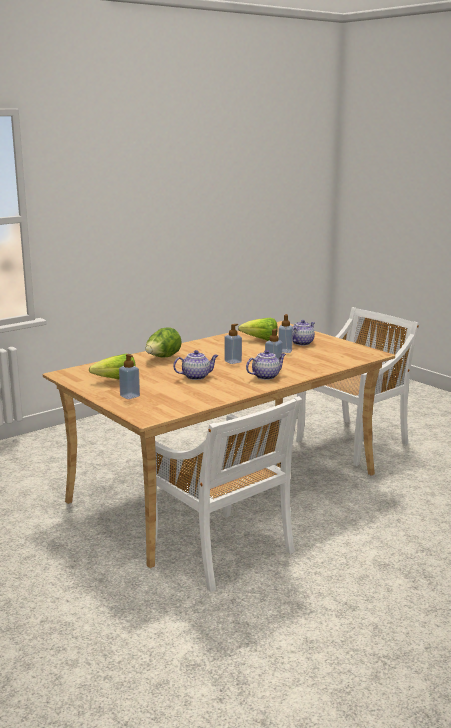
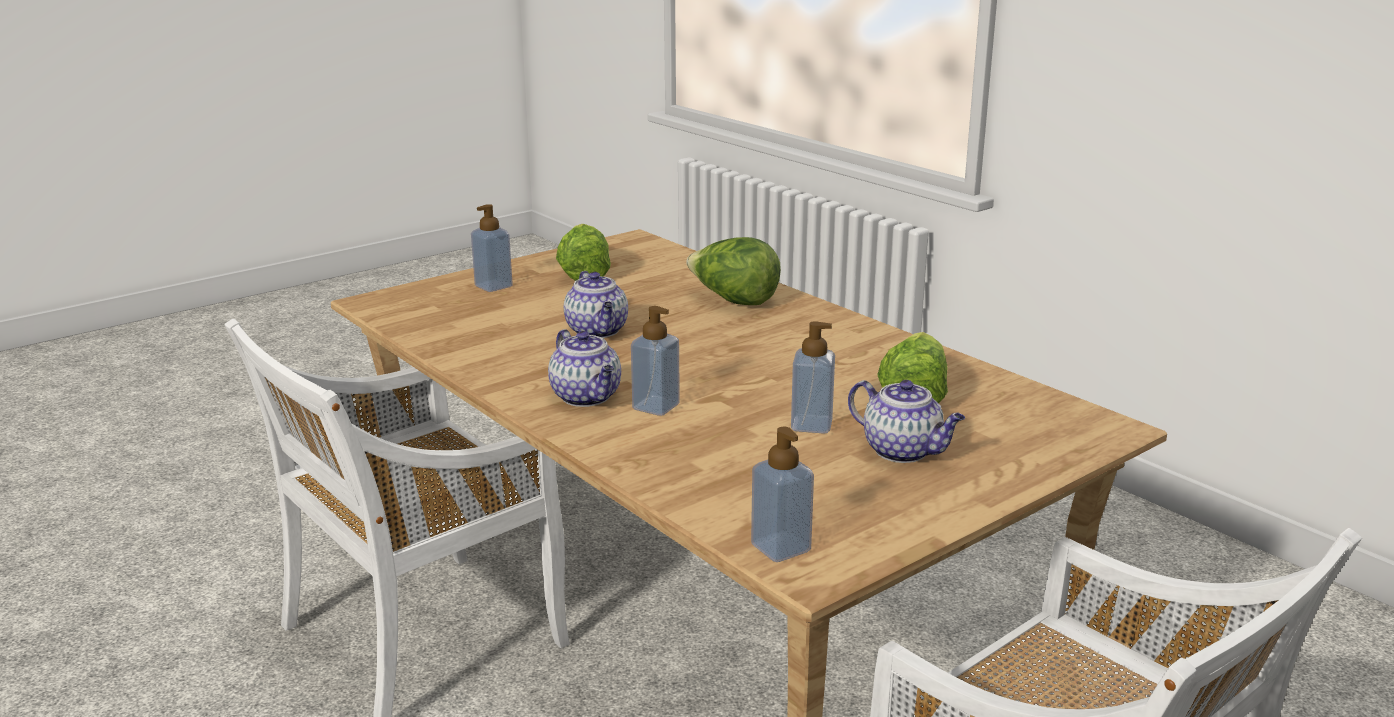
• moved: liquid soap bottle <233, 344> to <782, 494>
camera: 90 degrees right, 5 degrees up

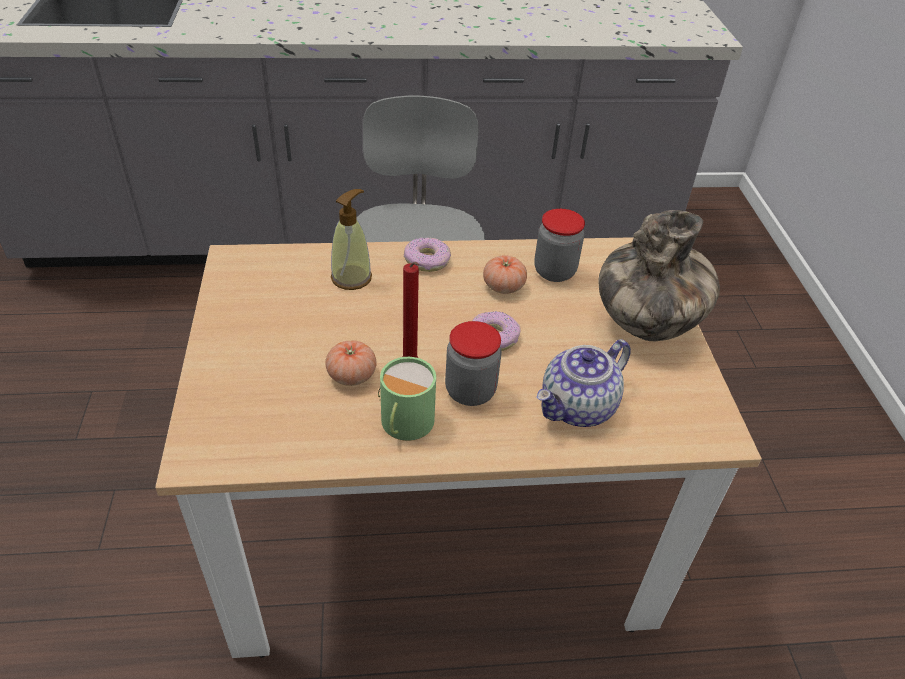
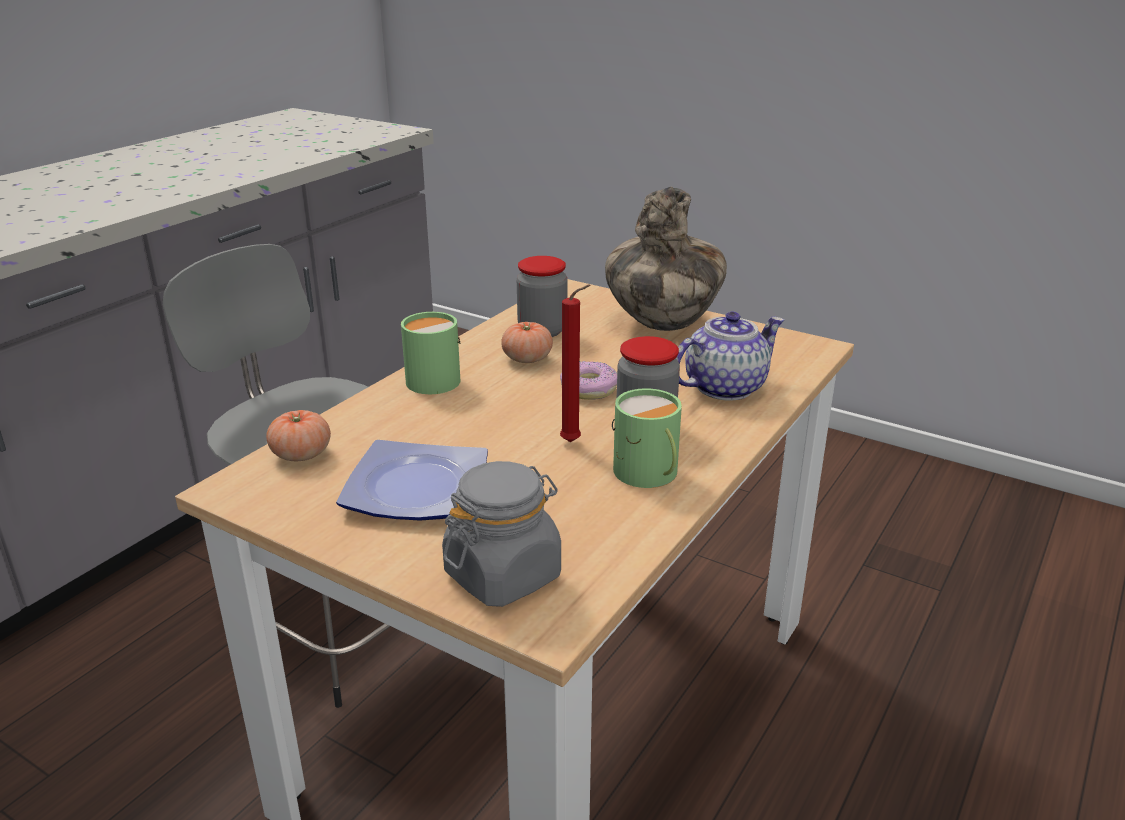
• moved: whole tomato <351, 363> to <298, 435>
• added: plate <412, 480>
• replaced: ring doughnut <427, 255> to greenish mug <430, 353>
• added: gray jar <501, 534>
• turned: tea pot <584, 383> = <730, 355> 120 degrees counterclockwise
• removed: liquid soap bottle <351, 239>
camera: 50 degrees left, 15 degrees down

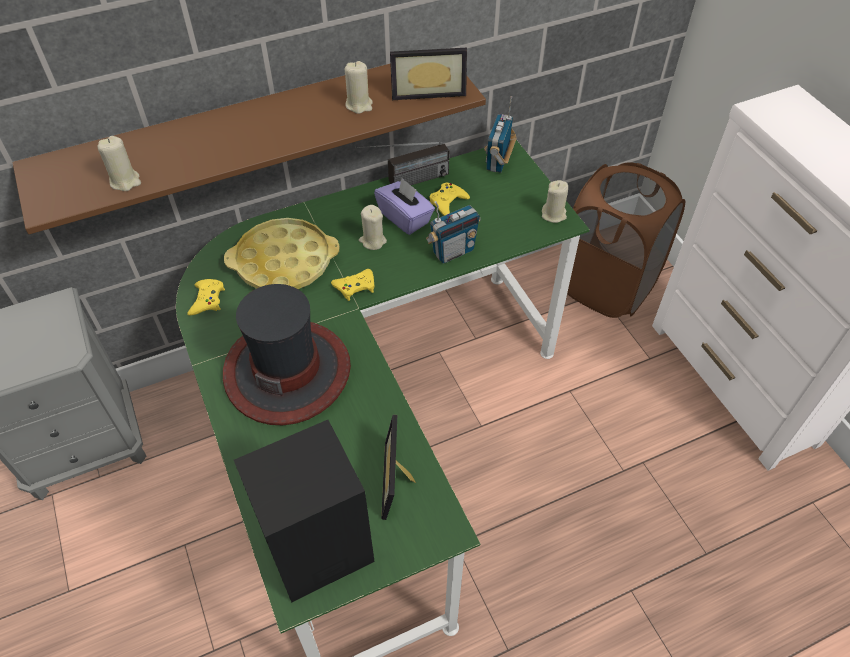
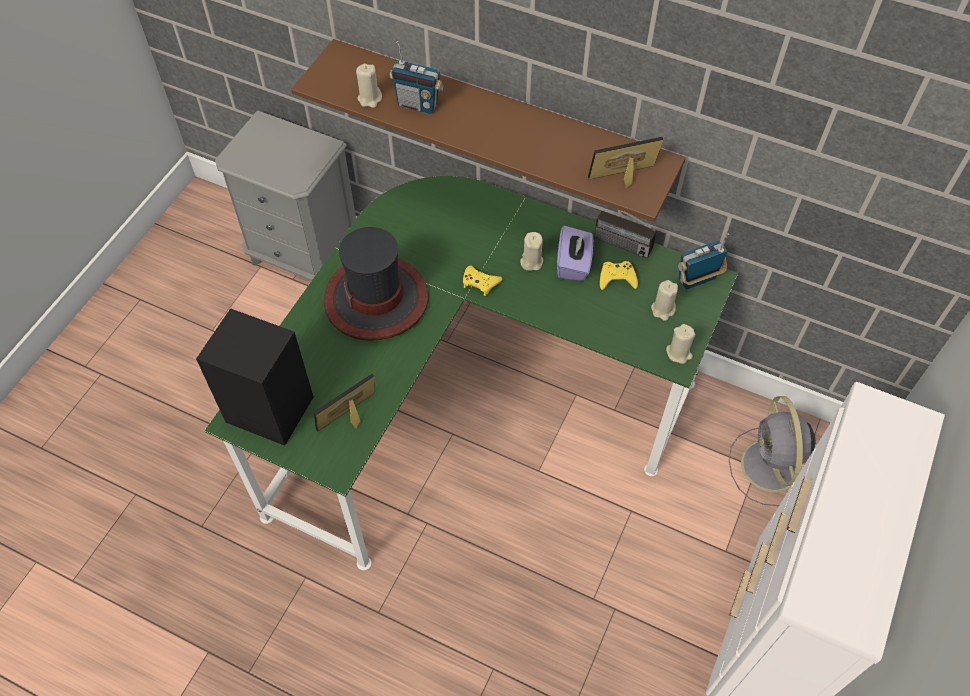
• moved: radio receiver <453, 232> to <417, 77>
• turned: picture frame <428, 74> = <625, 162> 120 degrees clockwise
• moved: beige candle <359, 87> to <664, 300>
• replaced: brownish washing basket <626, 240> to gray fan <772, 451>
• removed: yellow gamepad <206, 297>
• removed: yellow carrying tray <281, 253>
camera: 50 degrees right, 5 degrees up

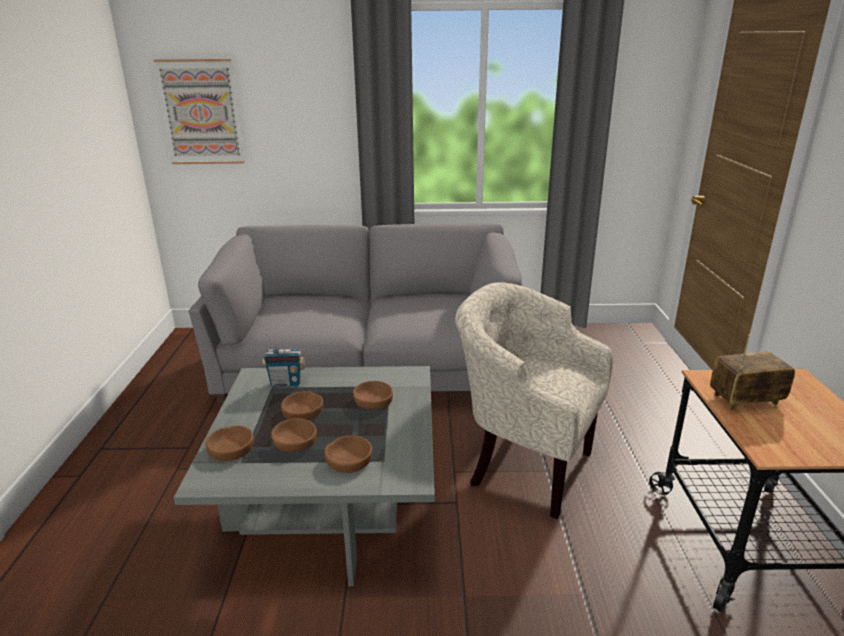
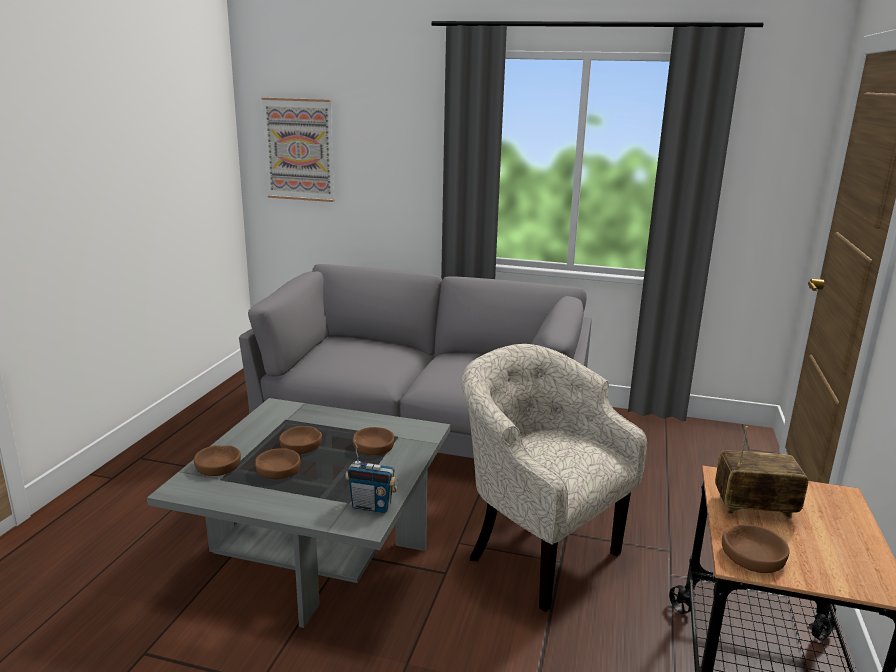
• moved: radio receiver <283, 360> to <371, 477>
• moved: brownish deep dish <348, 454> to <756, 548>
camera: 15 degrees right, 5 degrees down

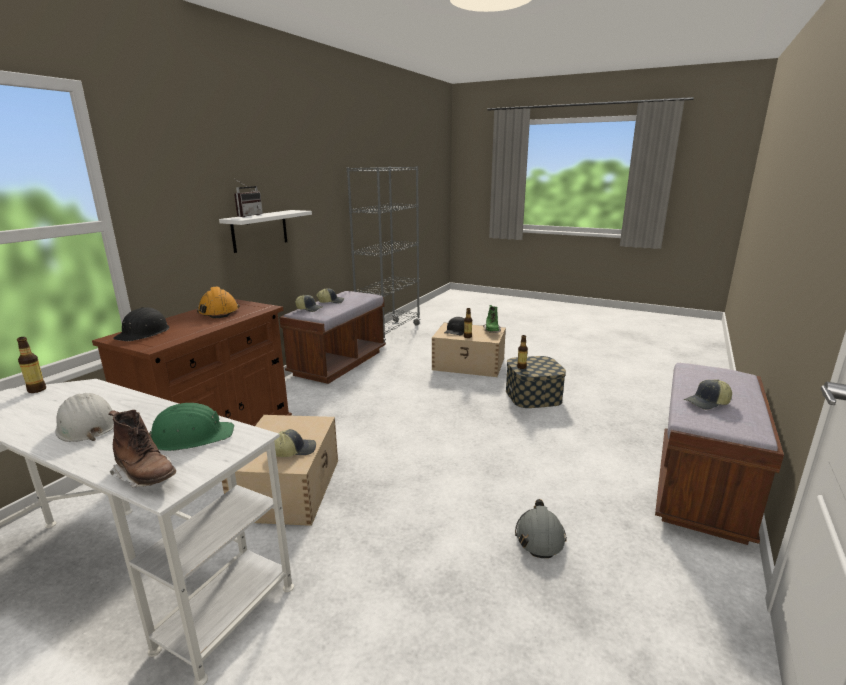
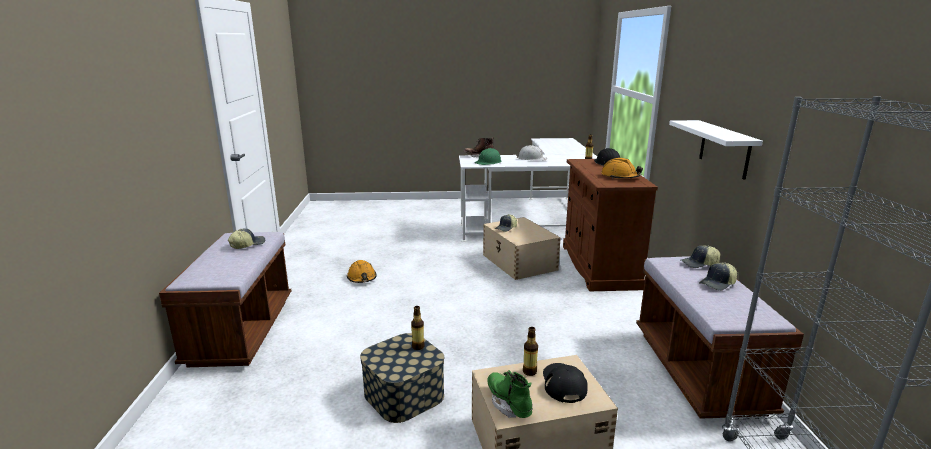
• recoloured: gray work helmet <541, 528> to orange work helmet <362, 271>
• removed: radio receiver <248, 198>
camera: 150 degrees right, 0 degrees up

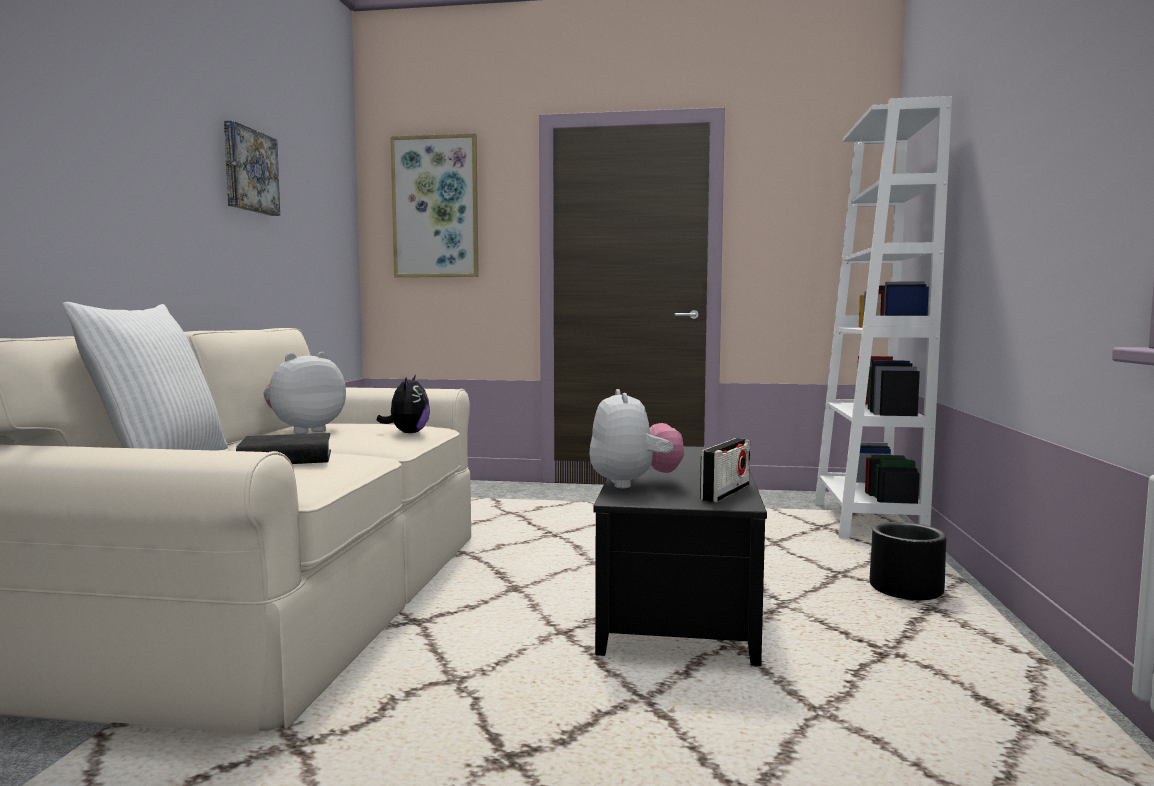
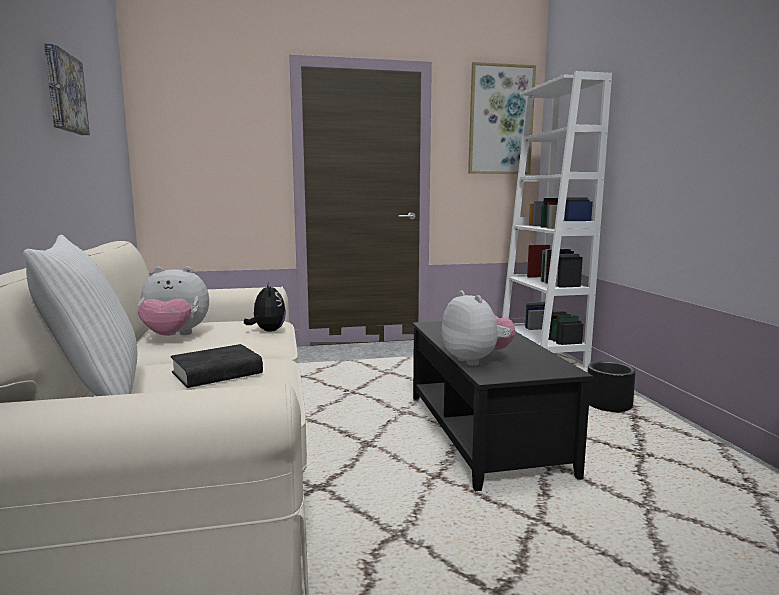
• turned: cuddly toy <305, 393> = <173, 301> 120 degrees counterclockwise
• moved: wall art <434, 205> to <502, 118>
• removed: radio receiver <725, 470>
camera: 20 degrees left, 5 degrees up

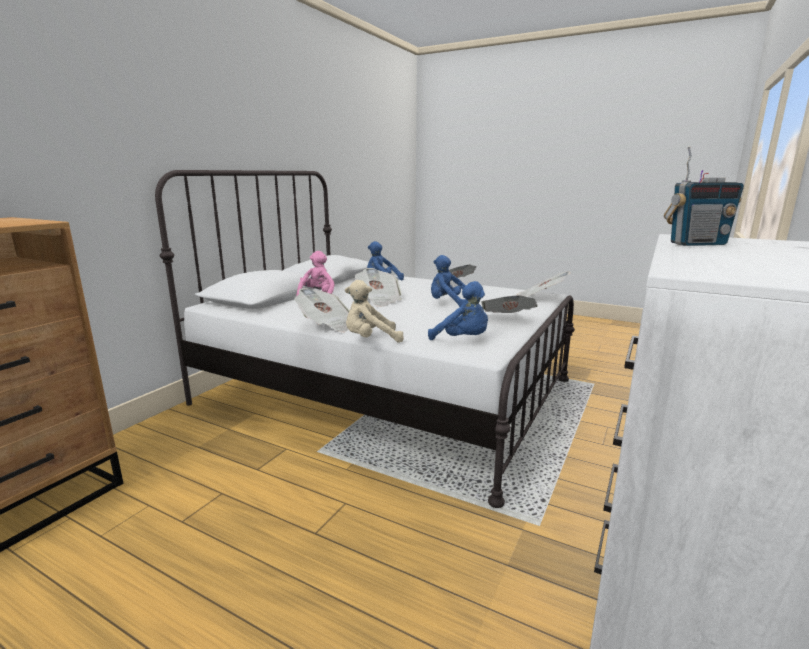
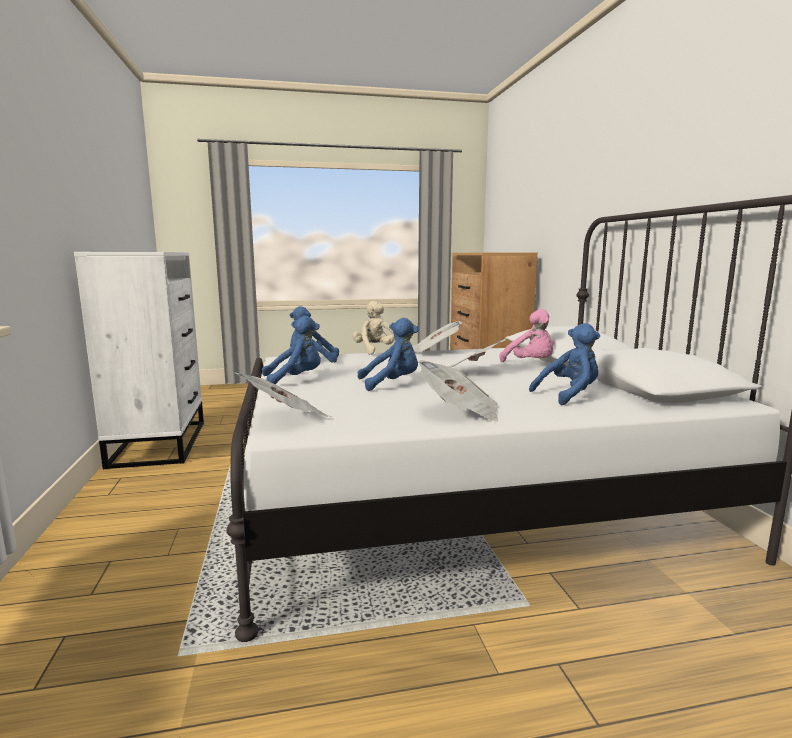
• replaced: printed paper <509, 304> to bluish cuddly toy <291, 350>
• turned: beige cuddly toy <374, 311> = <374, 328> 60 degrees counterclockwise
• removed: radio receiver <704, 196>
camera: 140 degrees right, 5 degrees down

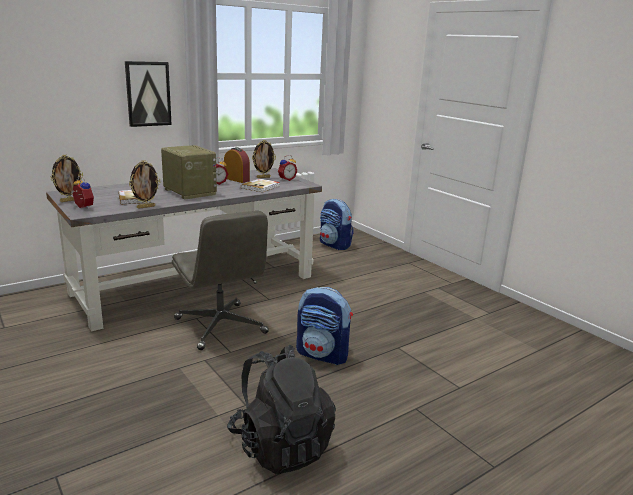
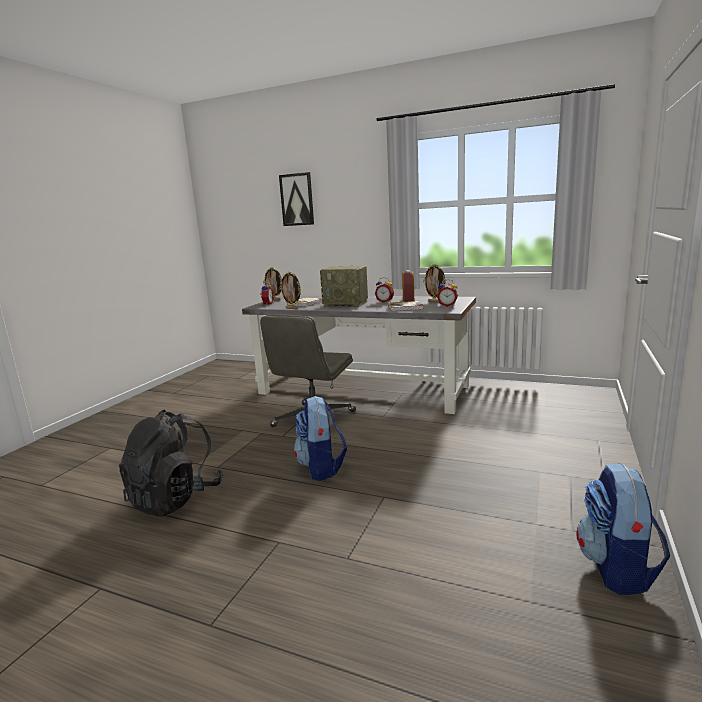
• moved: wall art <148, 94> to <296, 199>
• turned: radio receiver <189, 172> = <344, 286> 90 degrees clockwise
• moved: knapsack <337, 224> to <623, 529>
camera: 60 degrees right, 5 degrees down

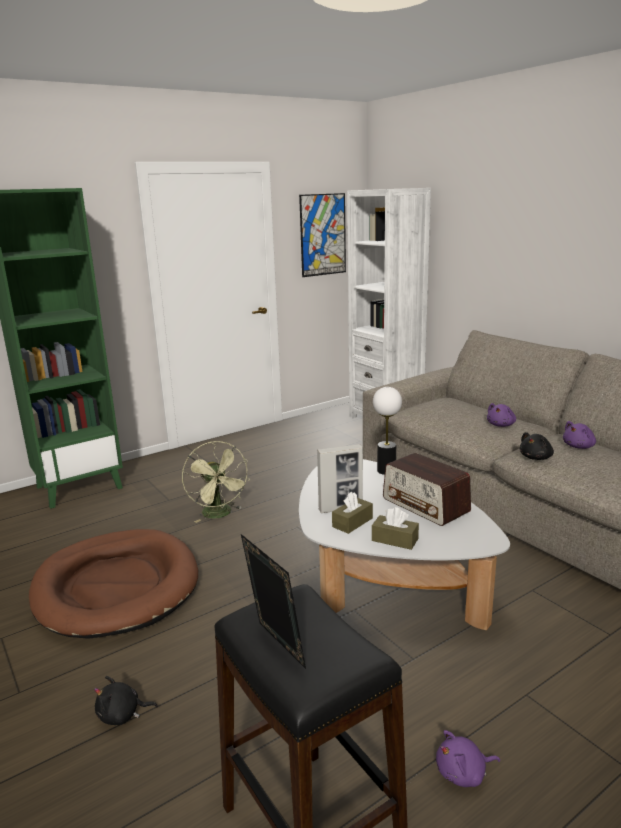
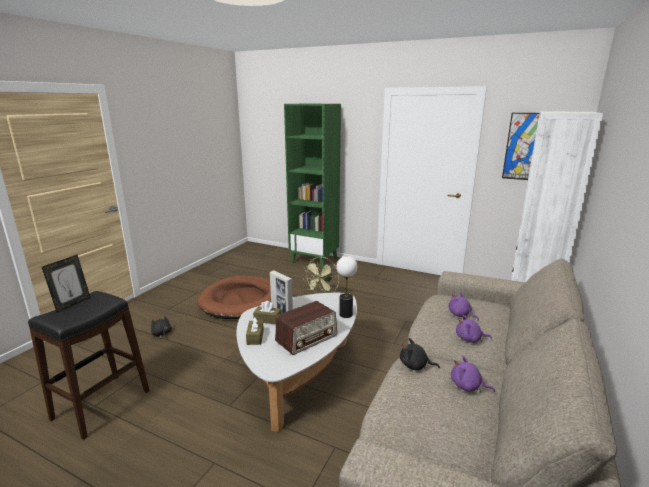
• turned: radio receiver <427, 489> = <306, 328> 150 degrees counterclockwise
• moved: purple cuddly toy <468, 758> to <463, 306>
camera: 60 degrees right, 0 degrees up

